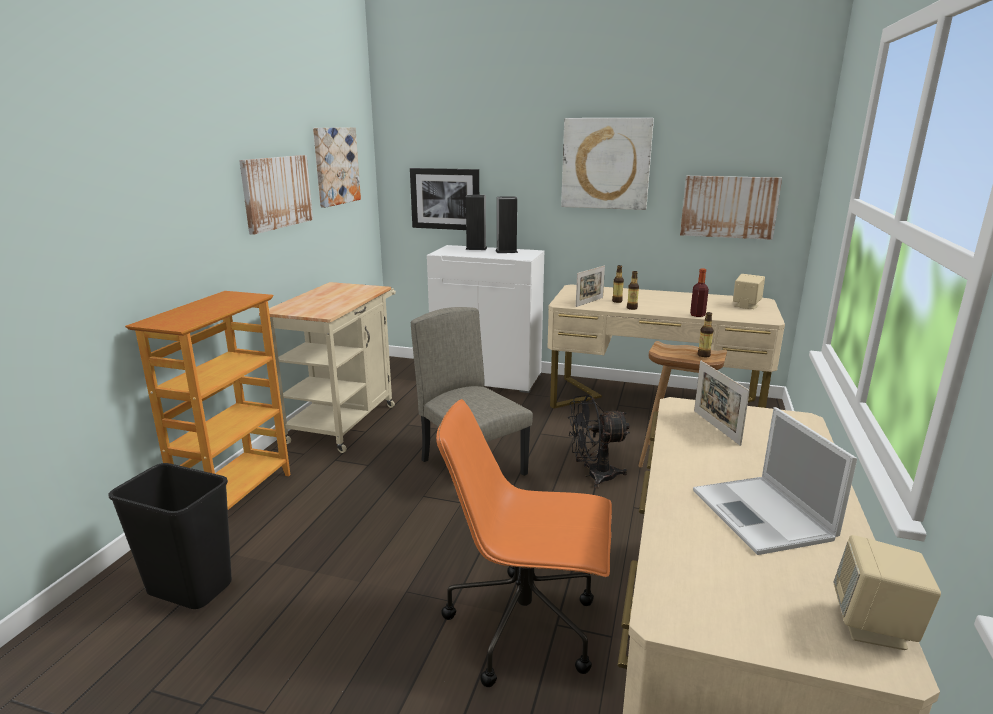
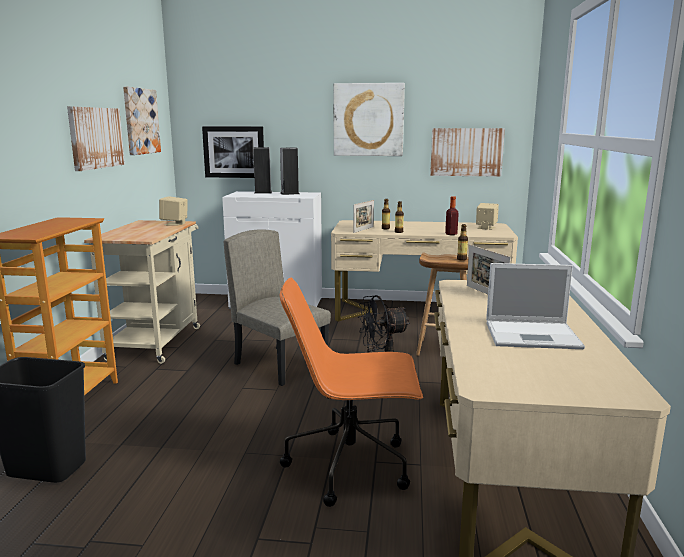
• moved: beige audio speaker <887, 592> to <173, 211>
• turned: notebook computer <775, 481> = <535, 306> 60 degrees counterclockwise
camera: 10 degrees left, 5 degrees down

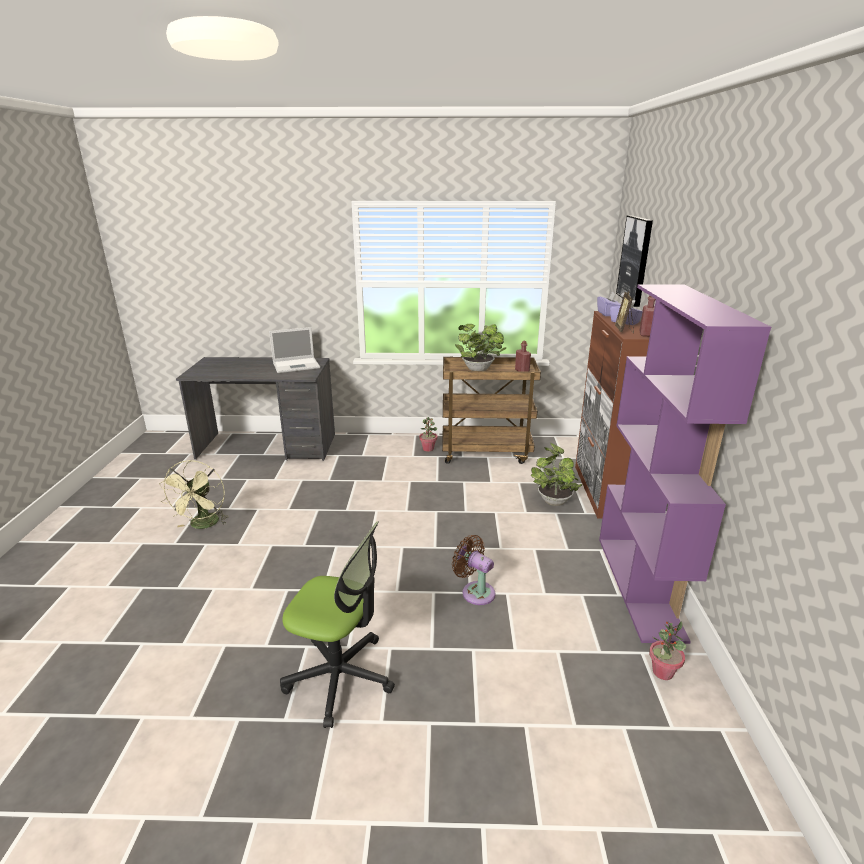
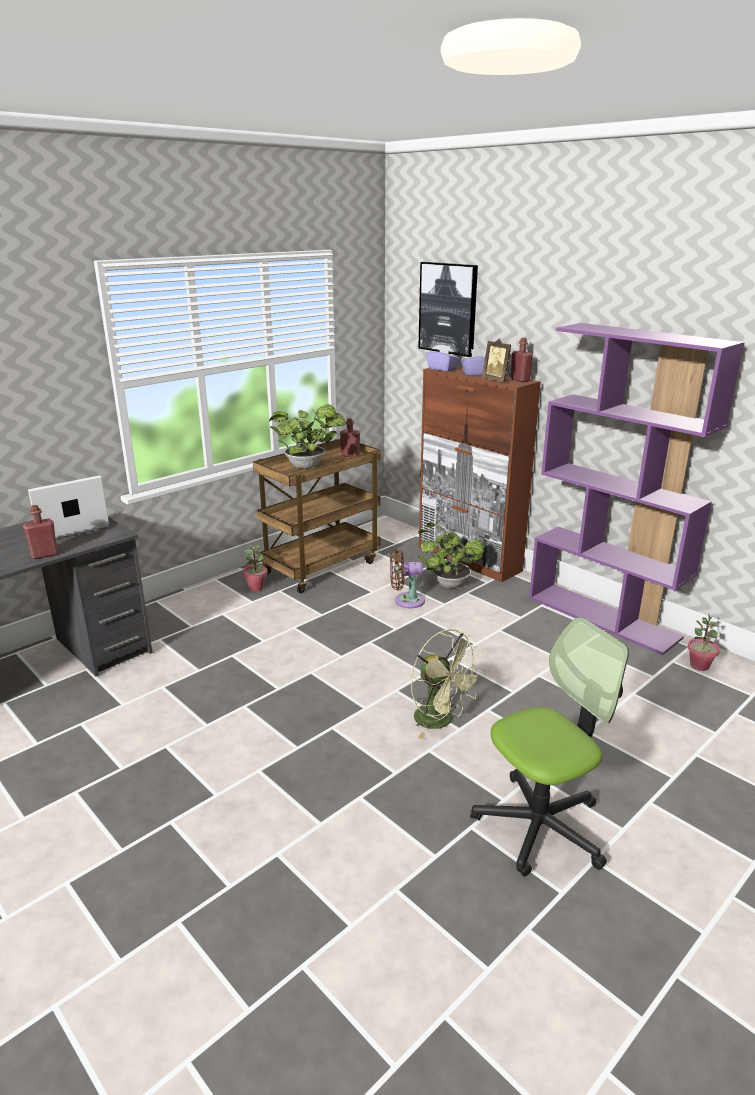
• added: red bottle <40, 532>
• turned: notebook computer <294, 350> = <68, 507> 150 degrees counterclockwise
• moved: brownish fan <474, 570> to <407, 578>
• moved: greenish fan <194, 494> to <447, 684>
camera: 45 degrees left, 0 degrees up

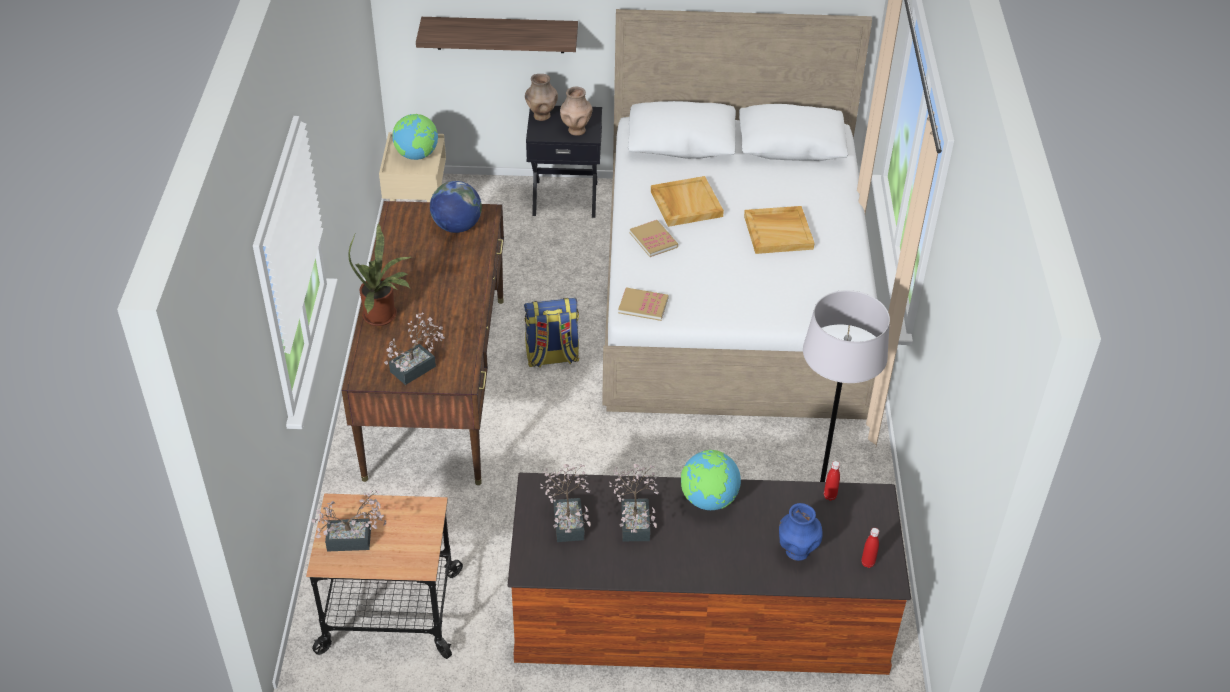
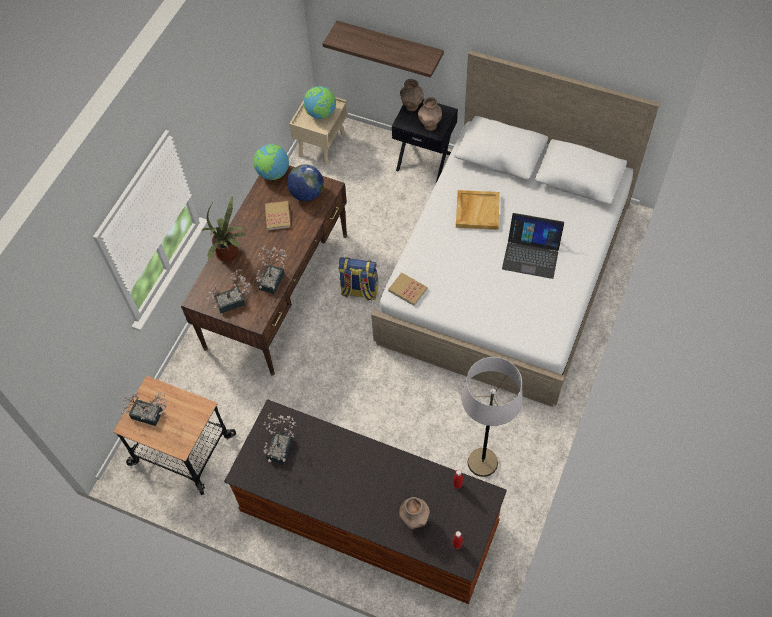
• moved: desk globe <711, 480> to <271, 162>
• moved: houseplant <634, 502> to <272, 269>
• moved: bound book <654, 238> to <278, 216>
• recoloured: bluish flower vase <801, 532> to brownish flower vase <414, 513>
• replaced: beige carrying tray <779, 230> to notebook computer <533, 246>
camera: 25 degrees right, 15 degrees up

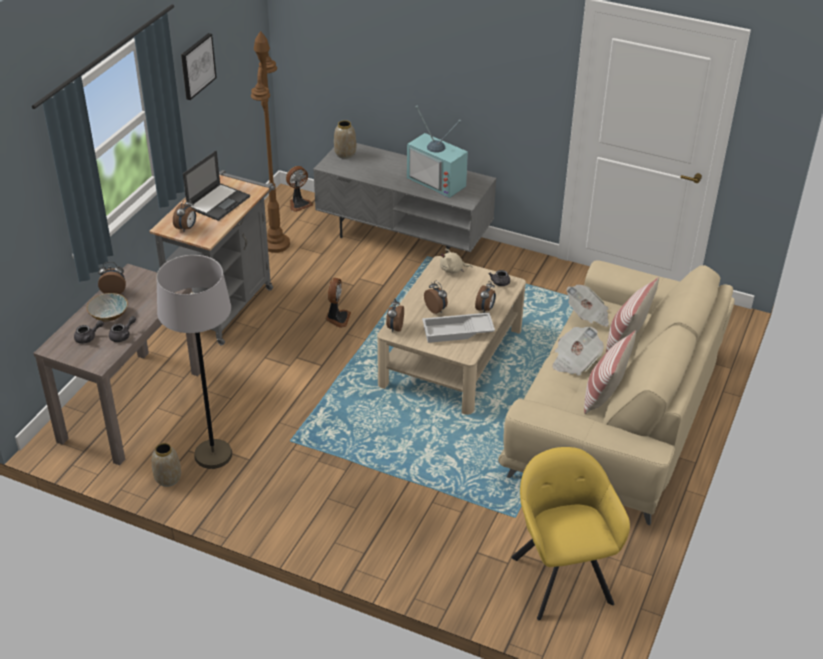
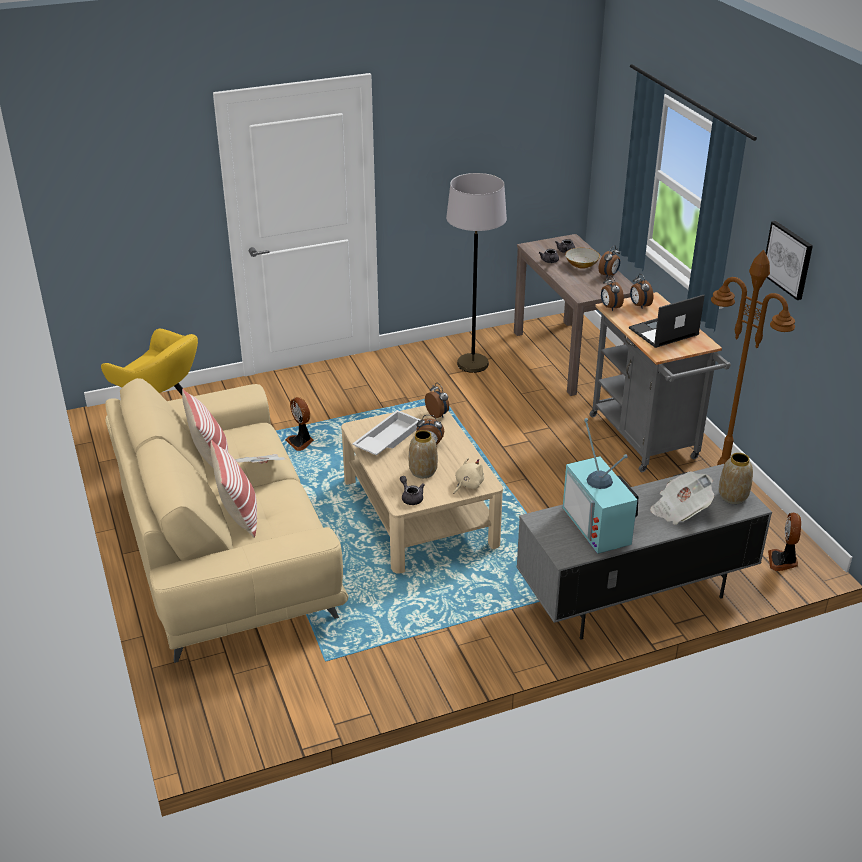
• moved: fan <338, 303> to <299, 424>
• moved: flower vase <166, 465> to <423, 454>
• turned: TV <437, 152> = <600, 486> 105 degrees counterclockwise
• moved: bedside clock <485, 297> to <612, 293>
• turned: notebook computer <216, 185> = <667, 321> 75 degrees clockwise
• moved: printed paper <587, 306> to <682, 498>
camera: 135 degrees right, 5 degrees down

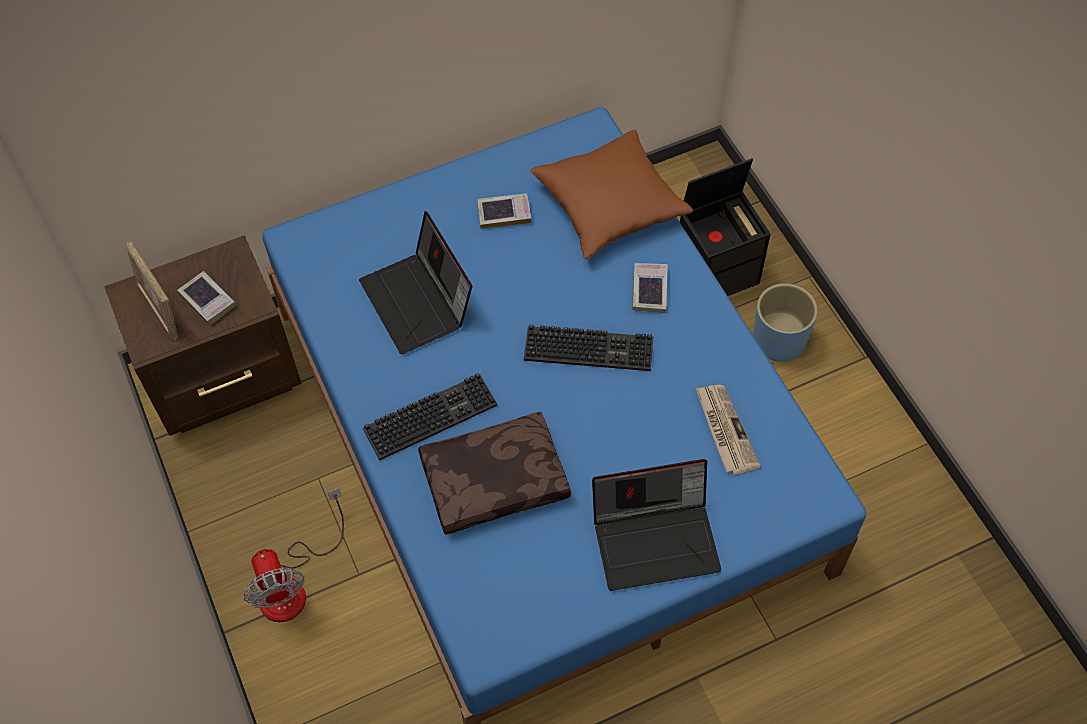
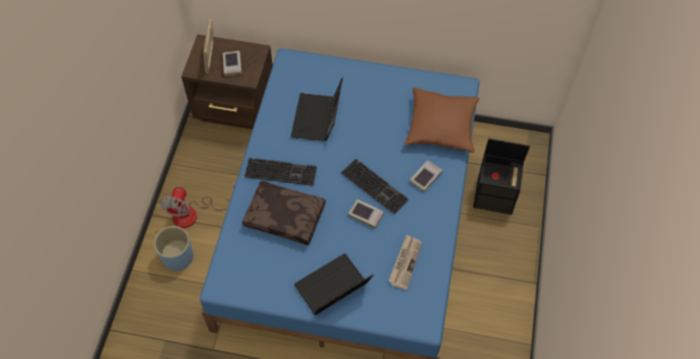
• moved: bluish flower pot <785, 322> to <173, 248>
• turned: notebook computer <656, 525> = <334, 284> 120 degrees clockwise
• moved: bound book <504, 211> to <366, 213>
camera: 35 degrees right, 0 degrees up

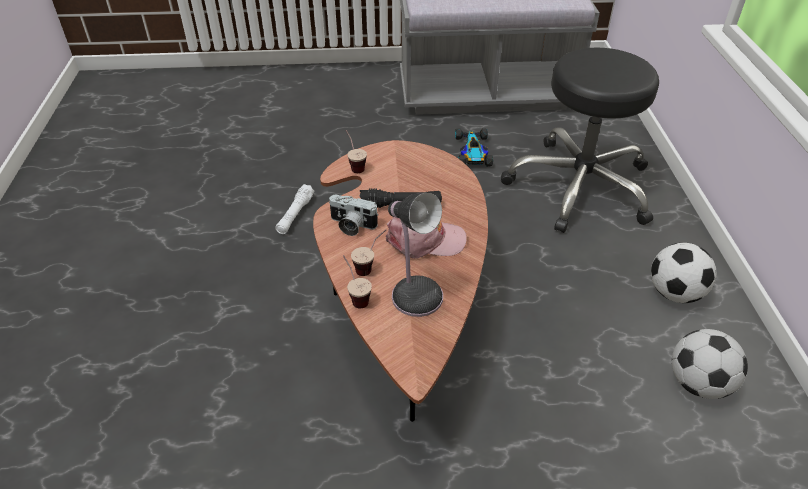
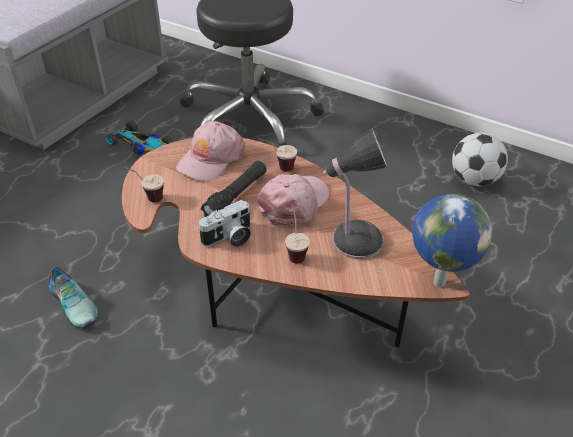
• replaced: white-coloured torch <294, 209> to low shoe <73, 297>
• added: pink peaked cap <210, 151>
• moved: small cup <357, 281> to <277, 155>
• added: desk globe <452, 240>
• removed: ball for football <684, 273>
camera: 55 degrees left, 0 degrees up

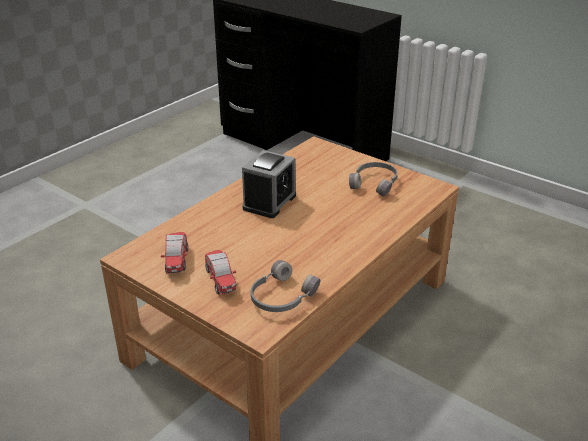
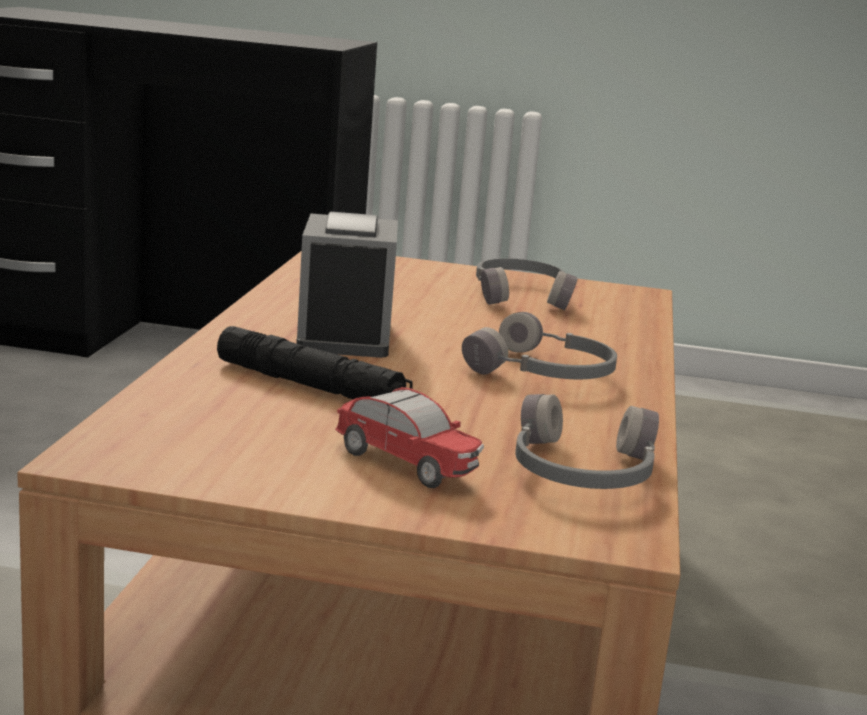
• added: black-coloured torch <315, 362>
• added: gray headphones <539, 345>
• removed: model car <175, 253>
camera: 30 degrees left, 15 degrees down

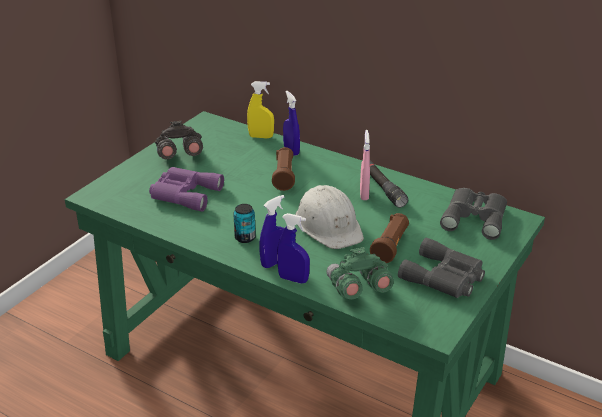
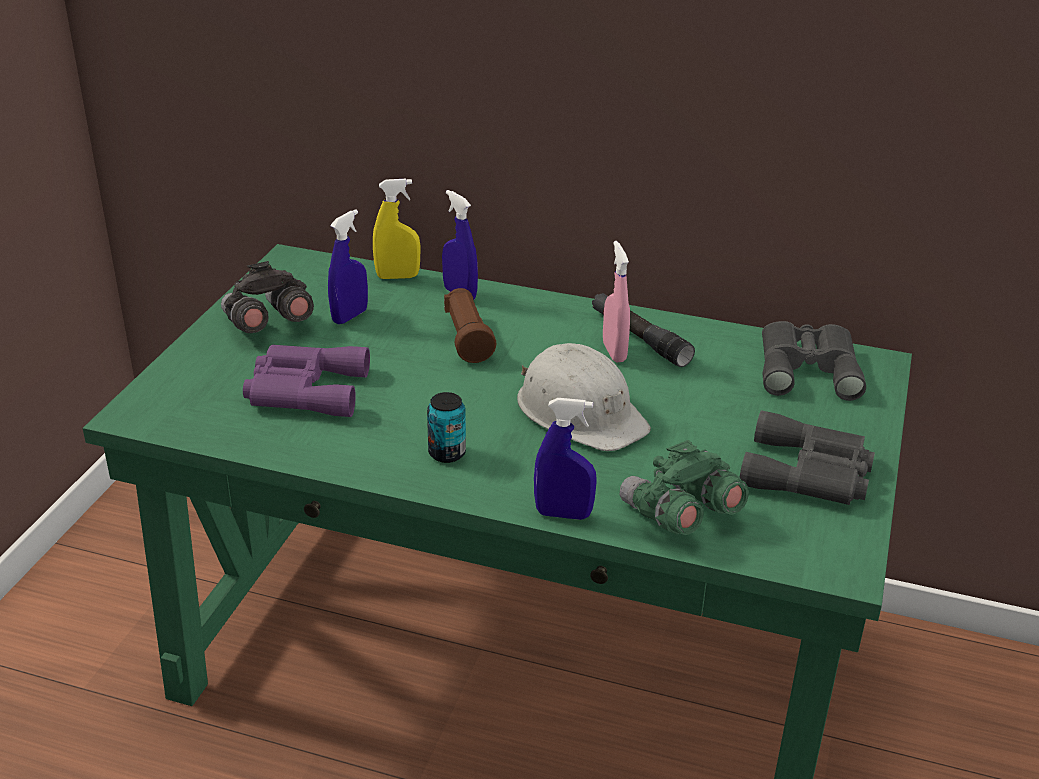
• moved: bluish hand sprayer <272, 231> to <348, 266>
• removed: brownish torch <389, 238>
camera: 15 degrees left, 0 degrees up

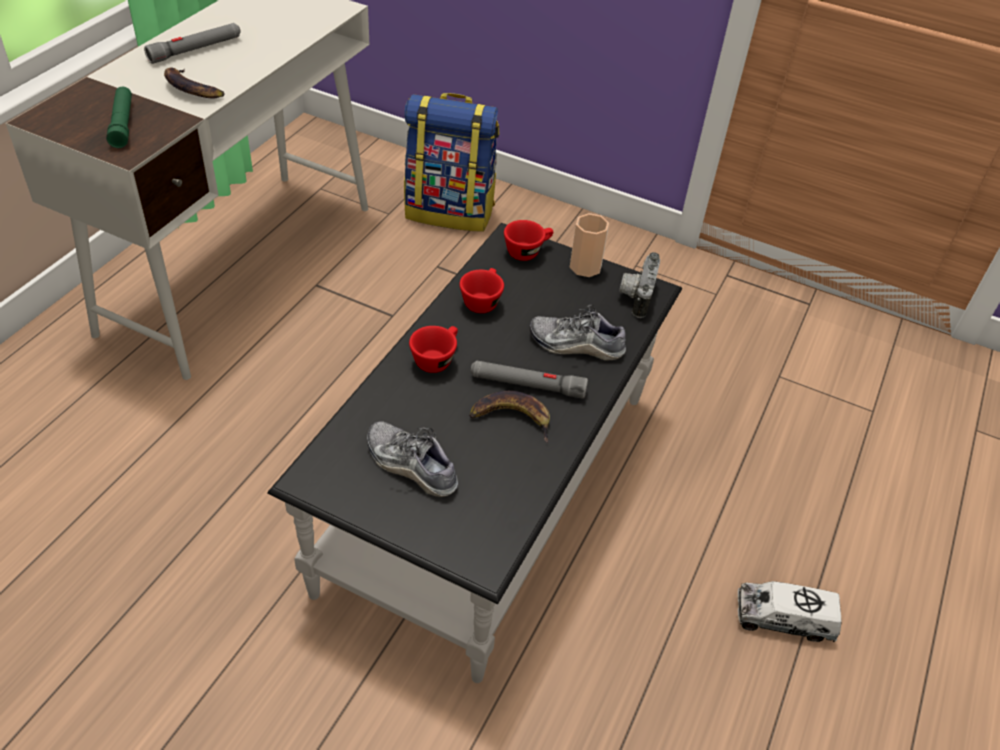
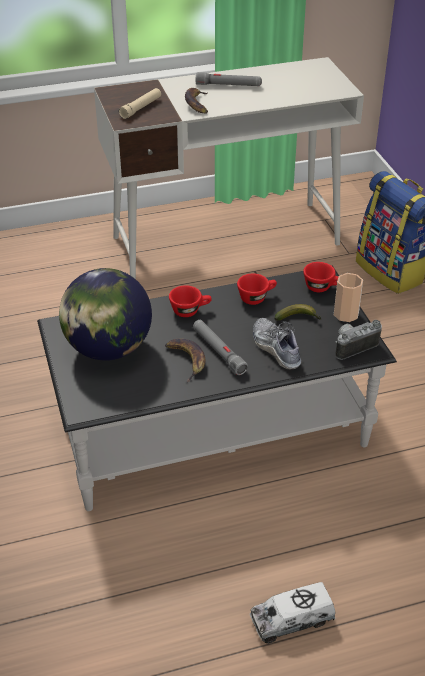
• replaced: low shoe <412, 459> to desk globe <105, 314>
• recoloured: greenish torch <119, 117> to beige torch <140, 103>
• turned: toy lorry <790, 611> = <292, 612> 75 degrees counterclockwise
• added: whole banana <297, 312>
camera: 50 degrees right, 5 degrees down

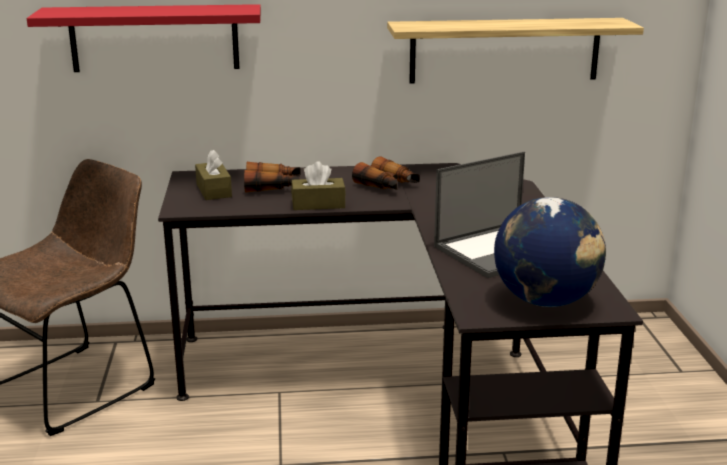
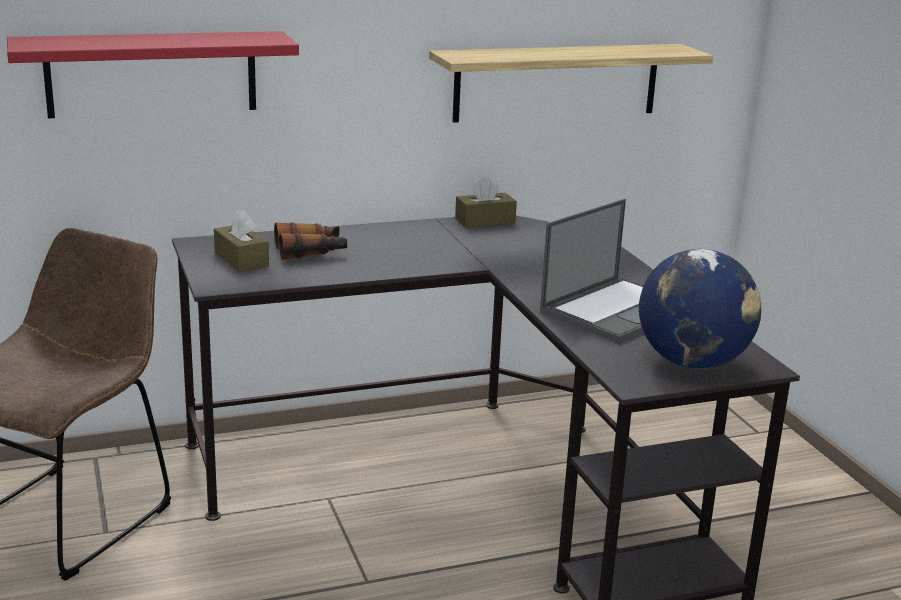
• moved: brownish box of tissues <318, 186> to <486, 202>
• removed: field glasses <386, 173>
camera: 15 degrees left, 0 degrees up

